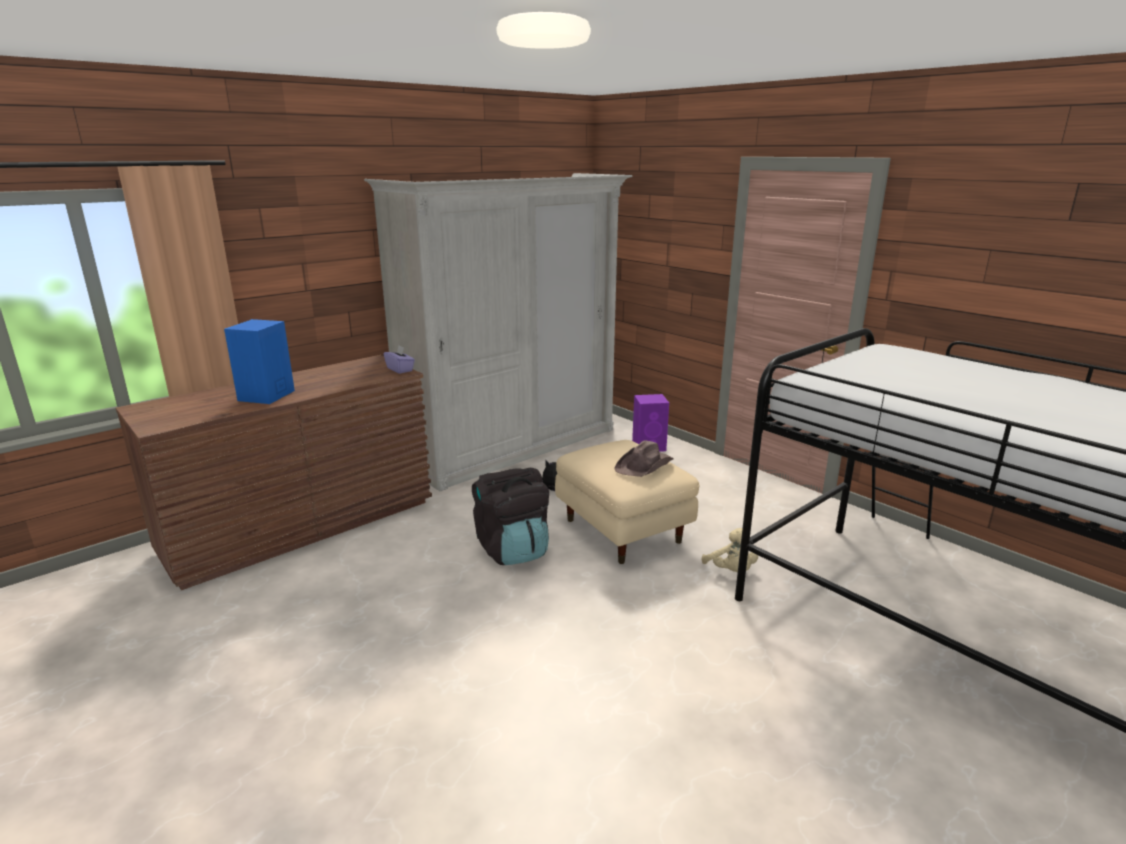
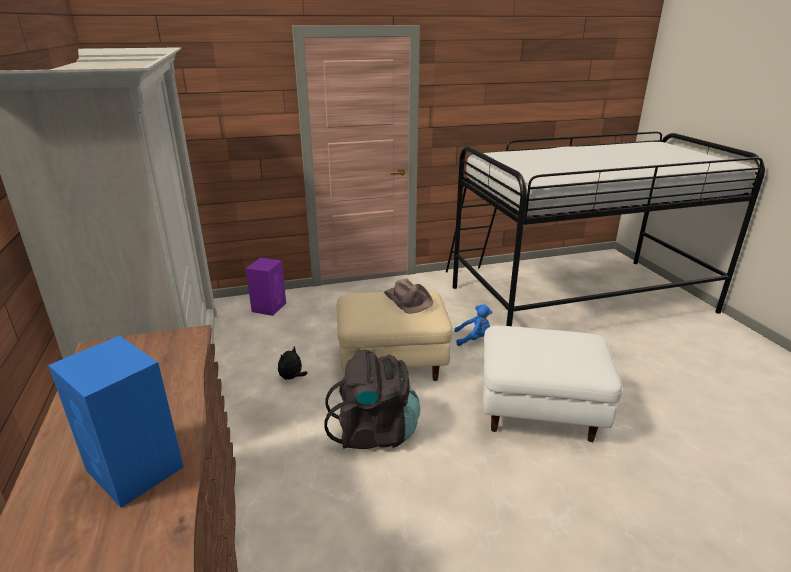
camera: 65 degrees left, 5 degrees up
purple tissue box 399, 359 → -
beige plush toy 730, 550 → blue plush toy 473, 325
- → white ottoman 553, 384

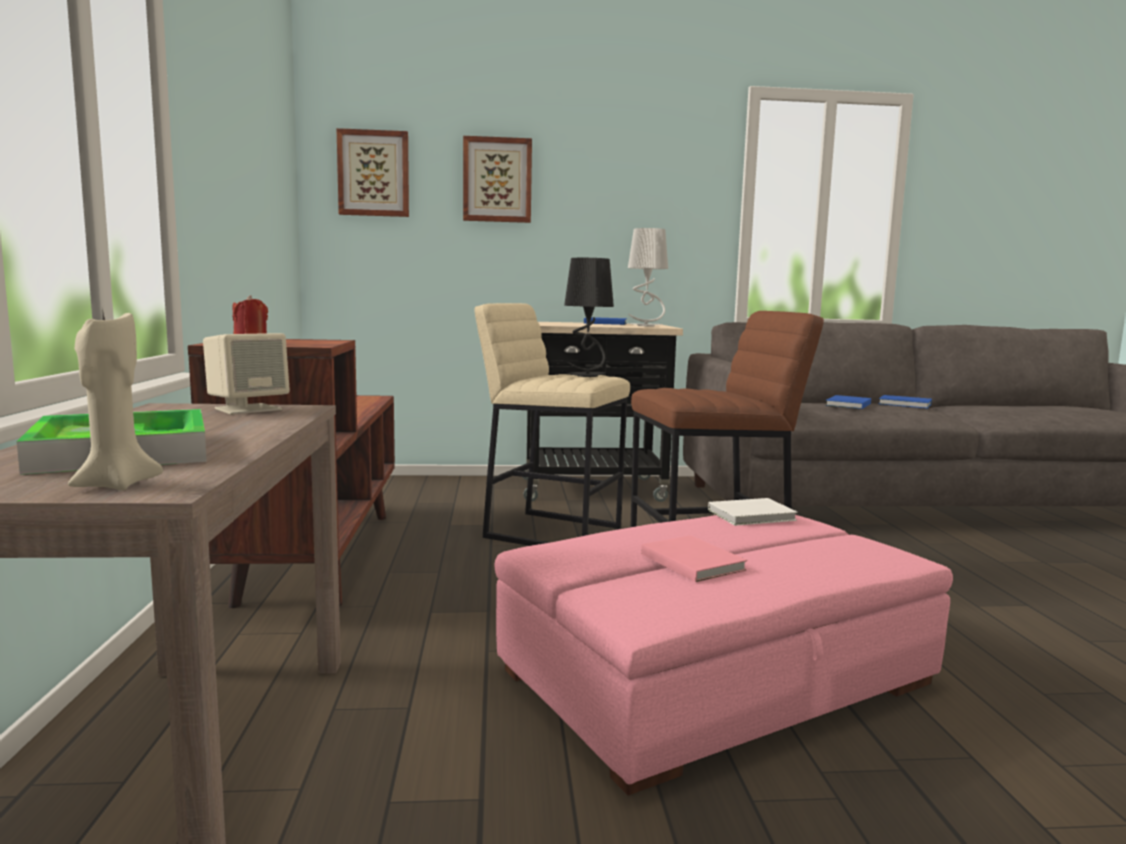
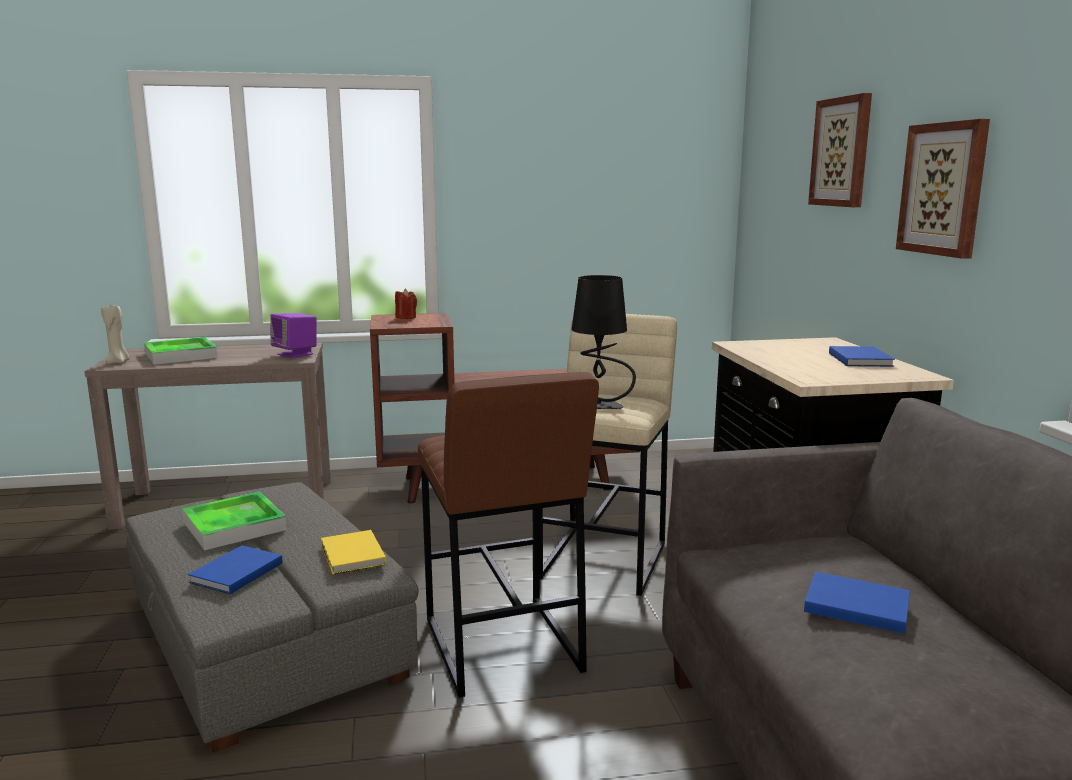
camera: 85 degrees right, 5 degrees up
picture 372, 172 → picture 943, 189, moved
grey table lamp 648, 277 → -
beige speaker 246, 374 → purple speaker 293, 335
blue book 905, 401 → blue book 235, 569, moved
white book 753, 512 → yellow book 353, 552
pink ottoman 724, 655 → grey ottoman 272, 617
pink book 694, 558 → tray 234, 521

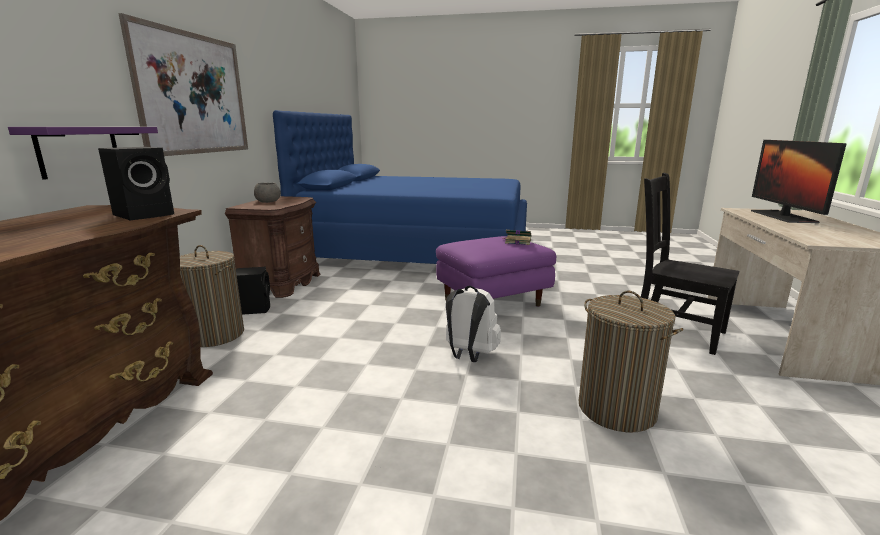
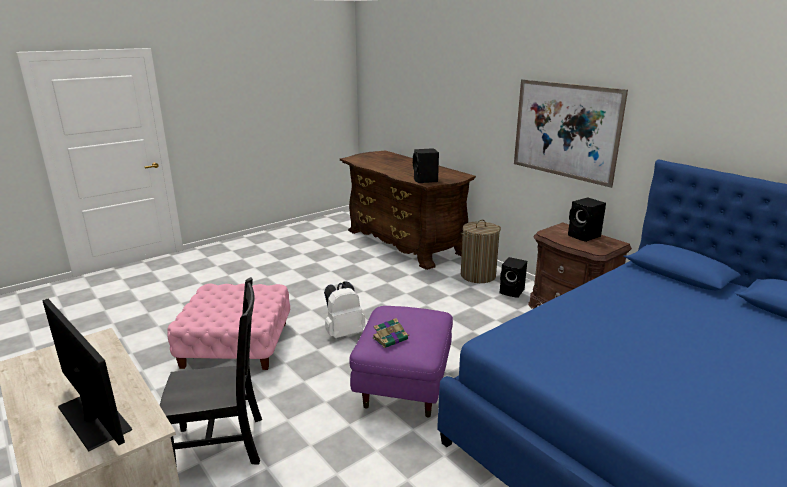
camera: 130 degrees right, 5 degrees up
purple shelf 83, 153 → -
grey bowl 267, 193 → black speaker 587, 219
laundry basket 631, 361 → pink ottoman 228, 326

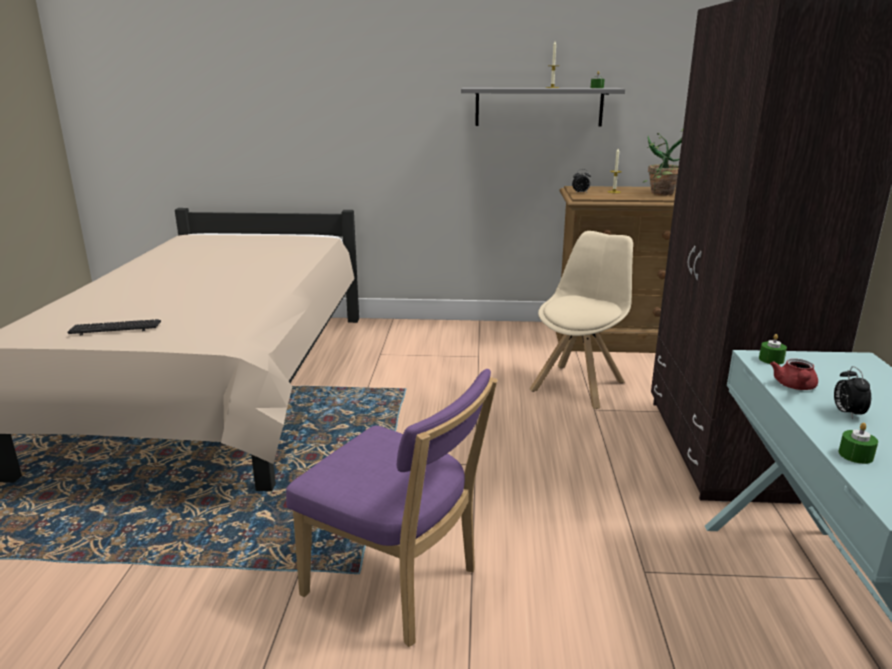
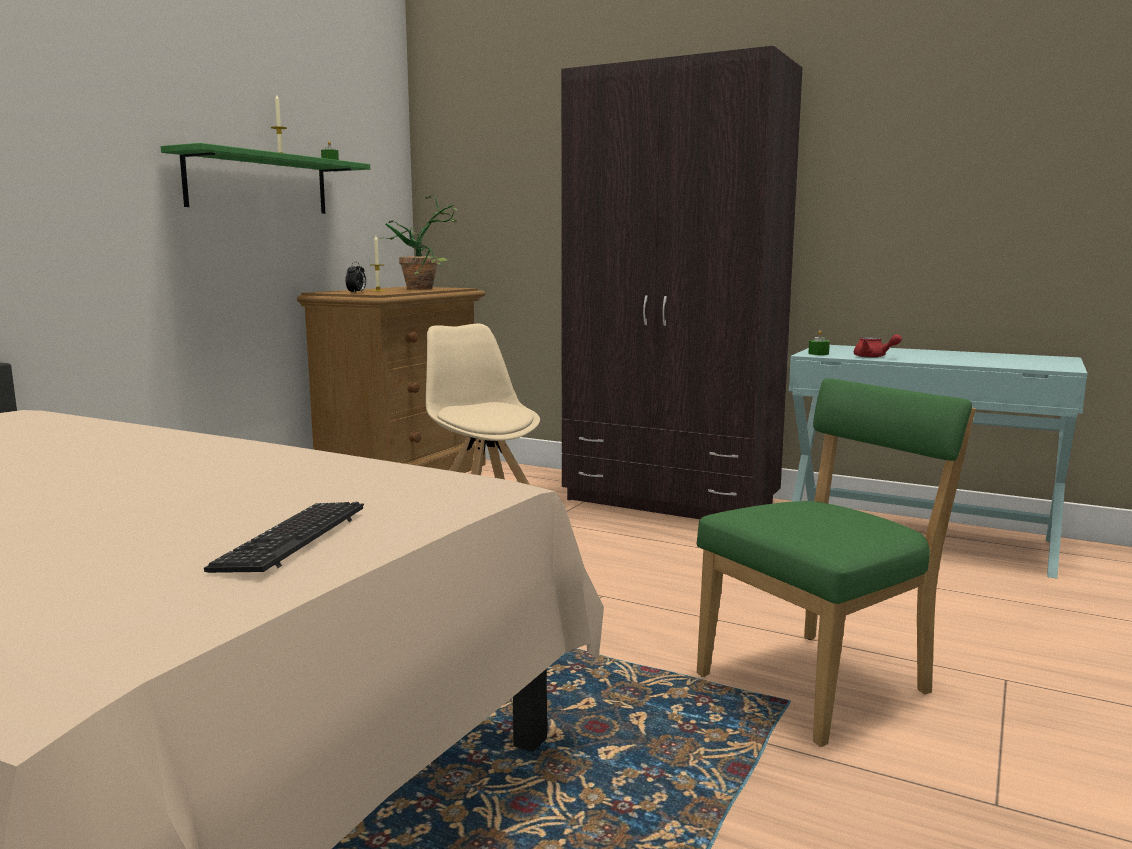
camera: 65 degrees left, 10 degrees down
grey shelf 543, 107 → green shelf 265, 178
alarm clock 852, 393 → -
purple chair 392, 508 → green chair 836, 562
green candle 858, 443 → -

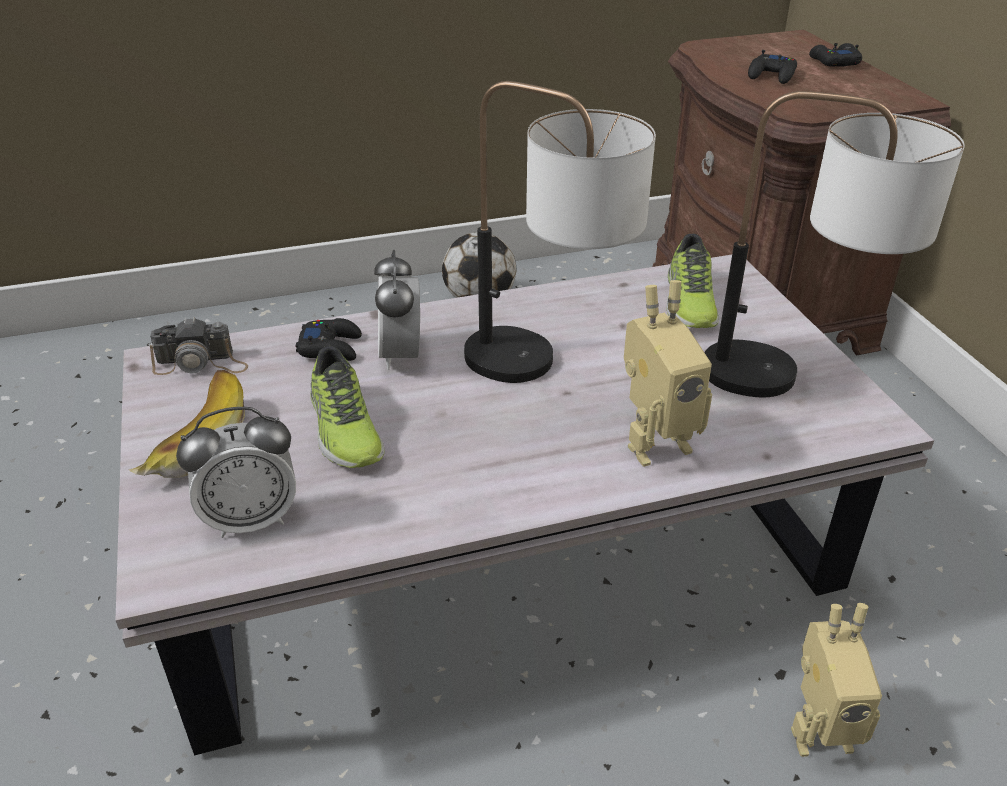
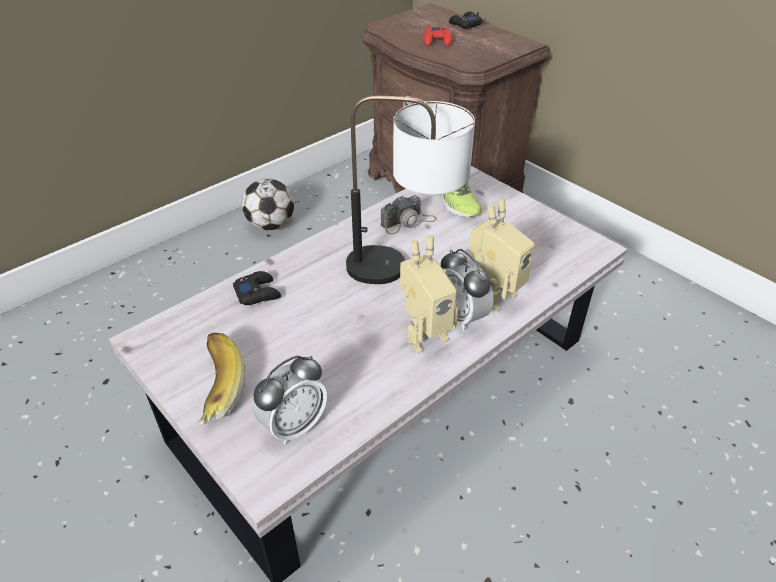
camera: 25 degrees left, 5 degrees up
black game controller 772, 67 → red game controller 438, 35
table lamp 834, 244 → -
alarm clock 397, 310 → alarm clock 467, 290, moved
photo camera 198, 346 → photo camera 409, 214, moved
shoe 347, 407 → -
toy robot 836, 680 → toy robot 429, 294, moved

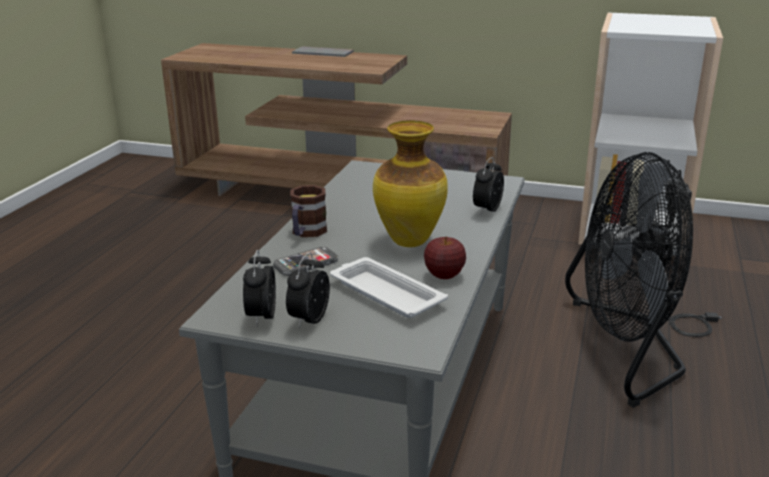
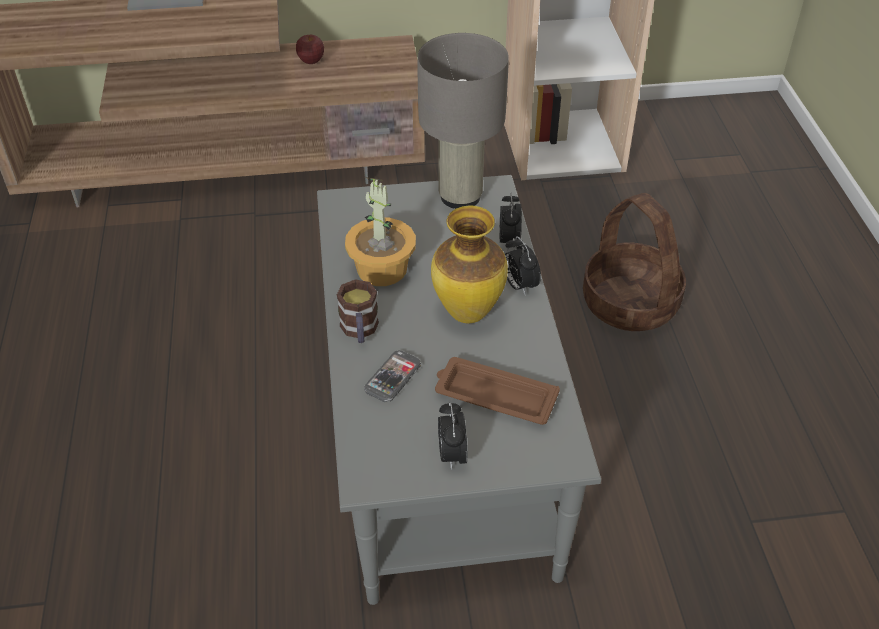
camera: 25 degrees left, 20 degrees up
black fan 643, 280 → basket 634, 262
apple 445, 258 → apple 310, 49, moved
alarm clock 259, 288 → alarm clock 523, 266, moved
white tray 389, 287 → brown tray 497, 391
- → grey table lamp 463, 121
- → potted plant 380, 231

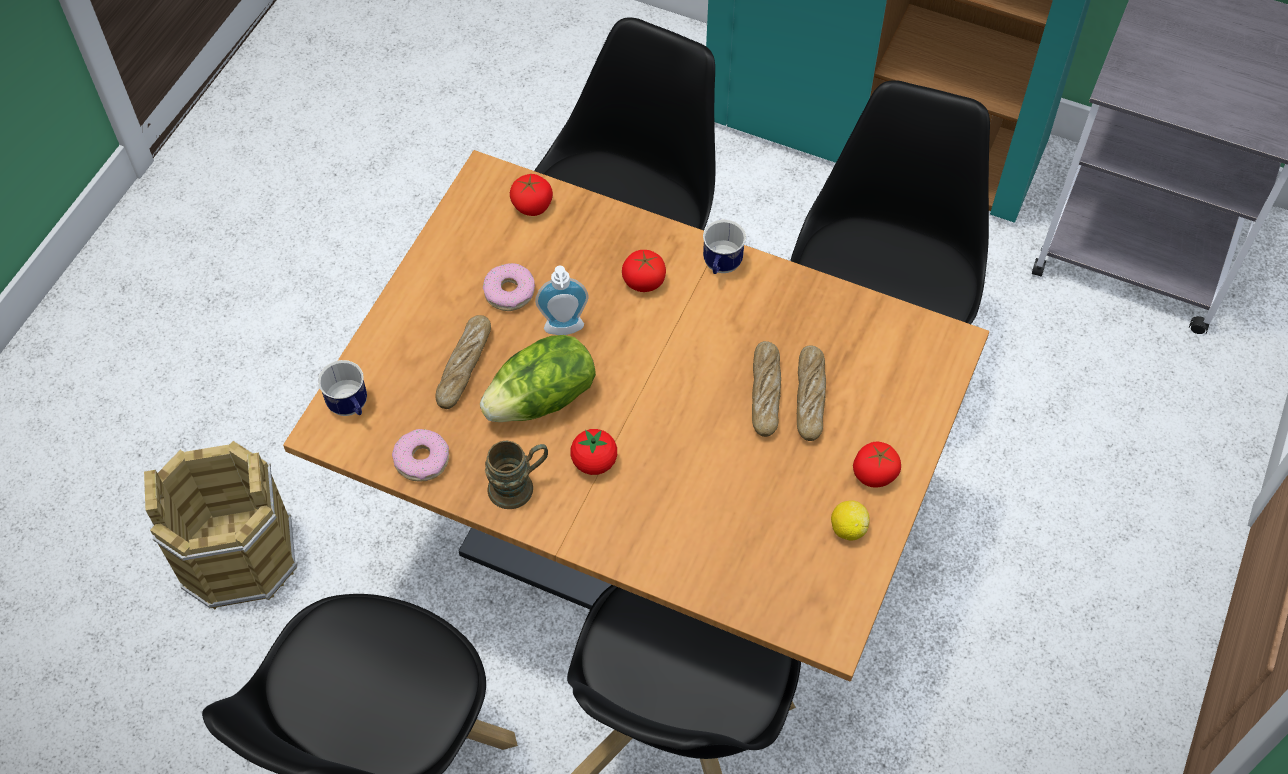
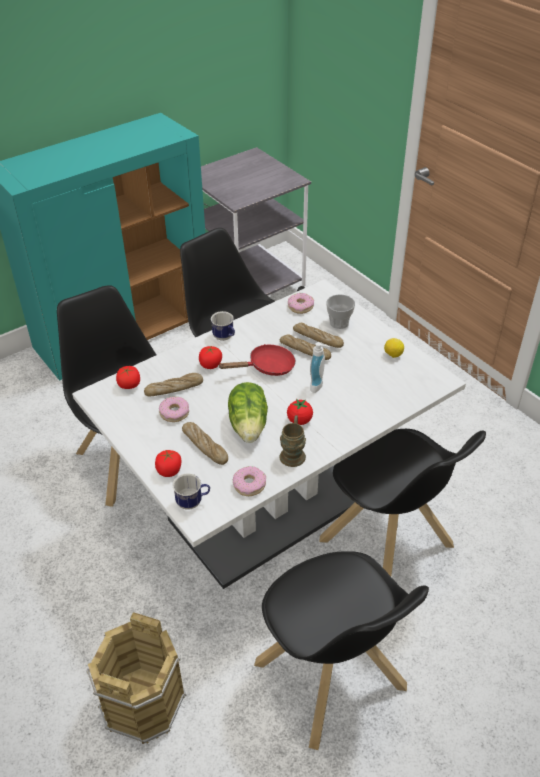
camera: 60 degrees left, 15 degrees down
brown dining table 636, 416 → white dining table 269, 434
soap dispenser 562, 300 → soap dispenser 320, 367, moved
tomato 877, 464 → tomato 168, 463, moved
- → donut 301, 303
- → cup 340, 311
- → red frying pan 257, 360
- → bread 173, 385

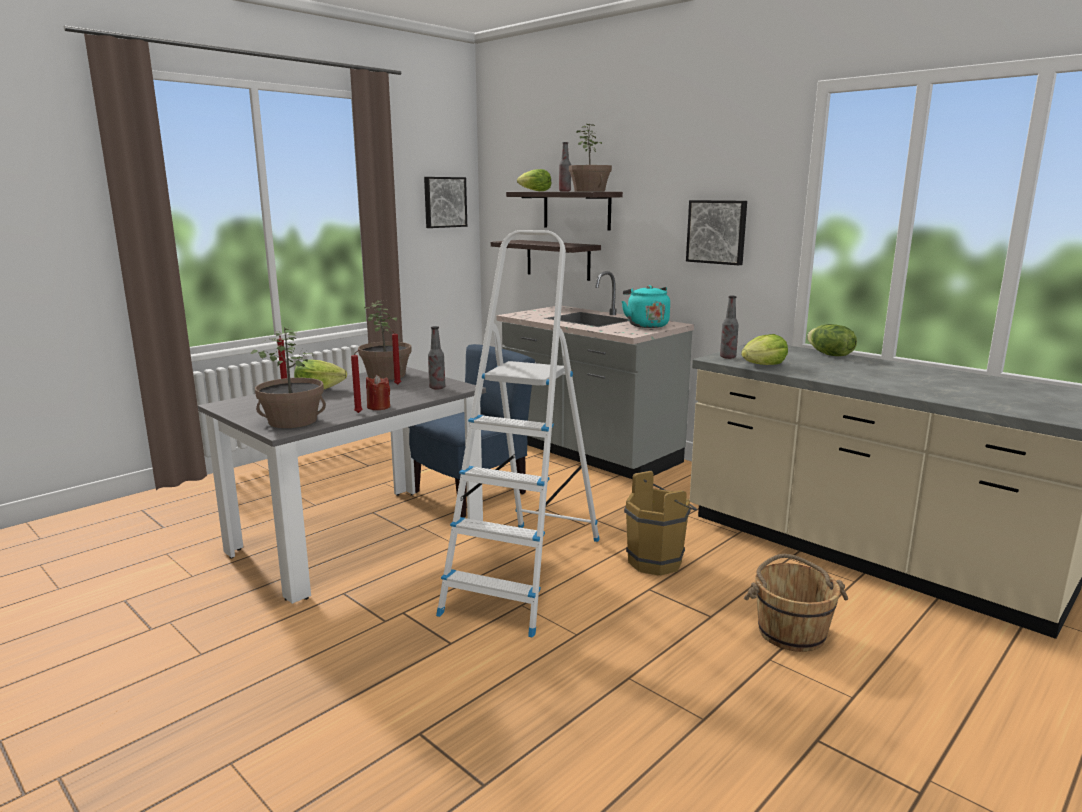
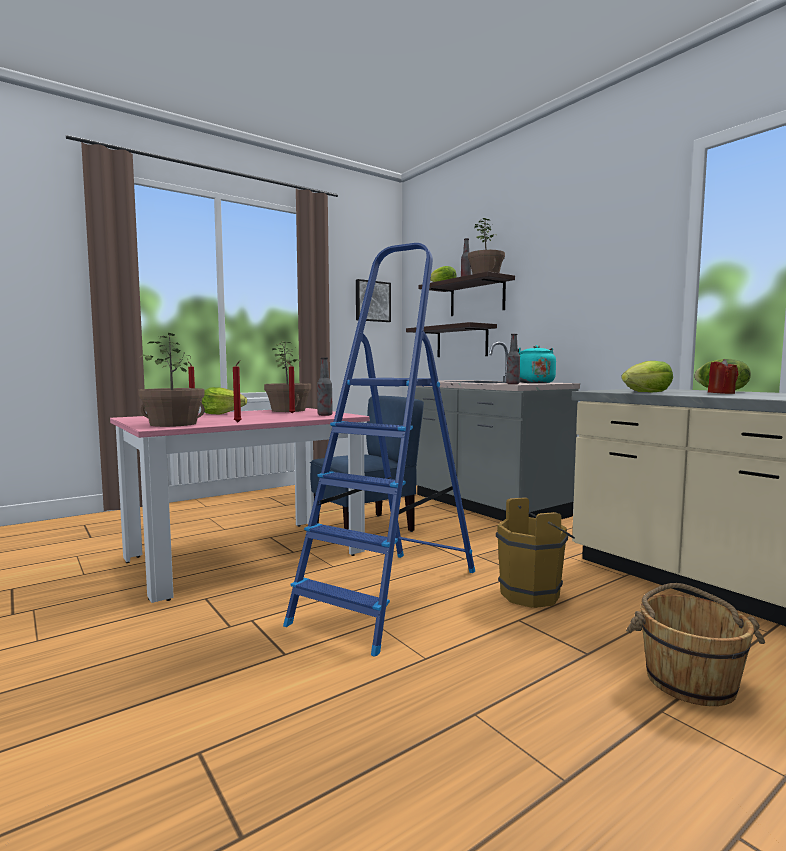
camera: 10 degrees right, 10 degrees down
picture 716, 232 → -
white step ladder 518, 433 → blue step ladder 379, 450
bottle 729, 327 → bottle 513, 359, moved
grey dining table 342, 485 → pink dining table 240, 505
red candle 378, 392 → red candle 723, 376, moved

